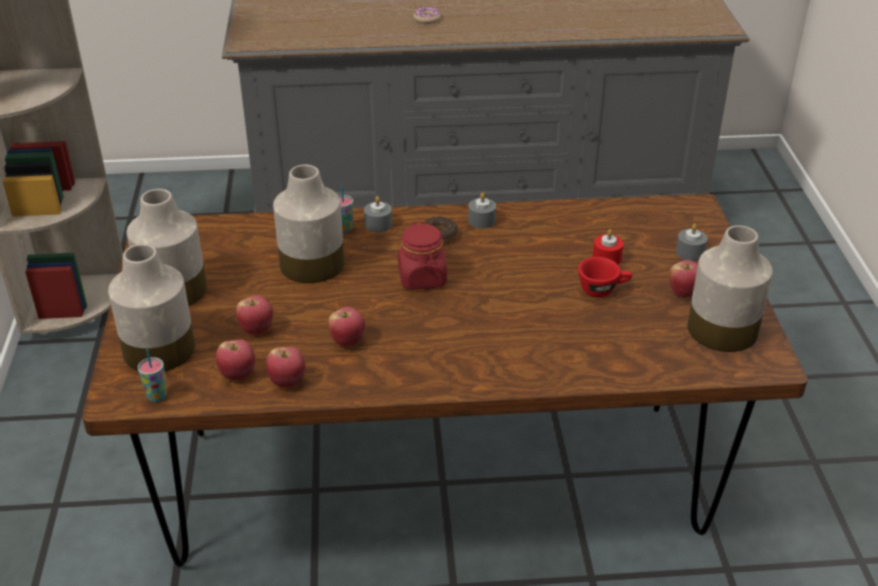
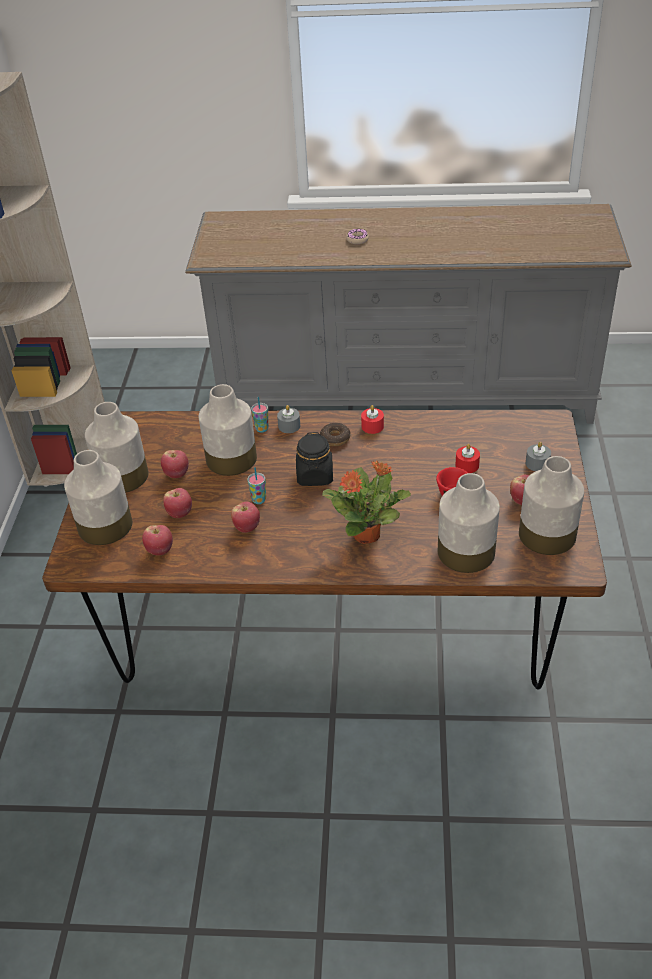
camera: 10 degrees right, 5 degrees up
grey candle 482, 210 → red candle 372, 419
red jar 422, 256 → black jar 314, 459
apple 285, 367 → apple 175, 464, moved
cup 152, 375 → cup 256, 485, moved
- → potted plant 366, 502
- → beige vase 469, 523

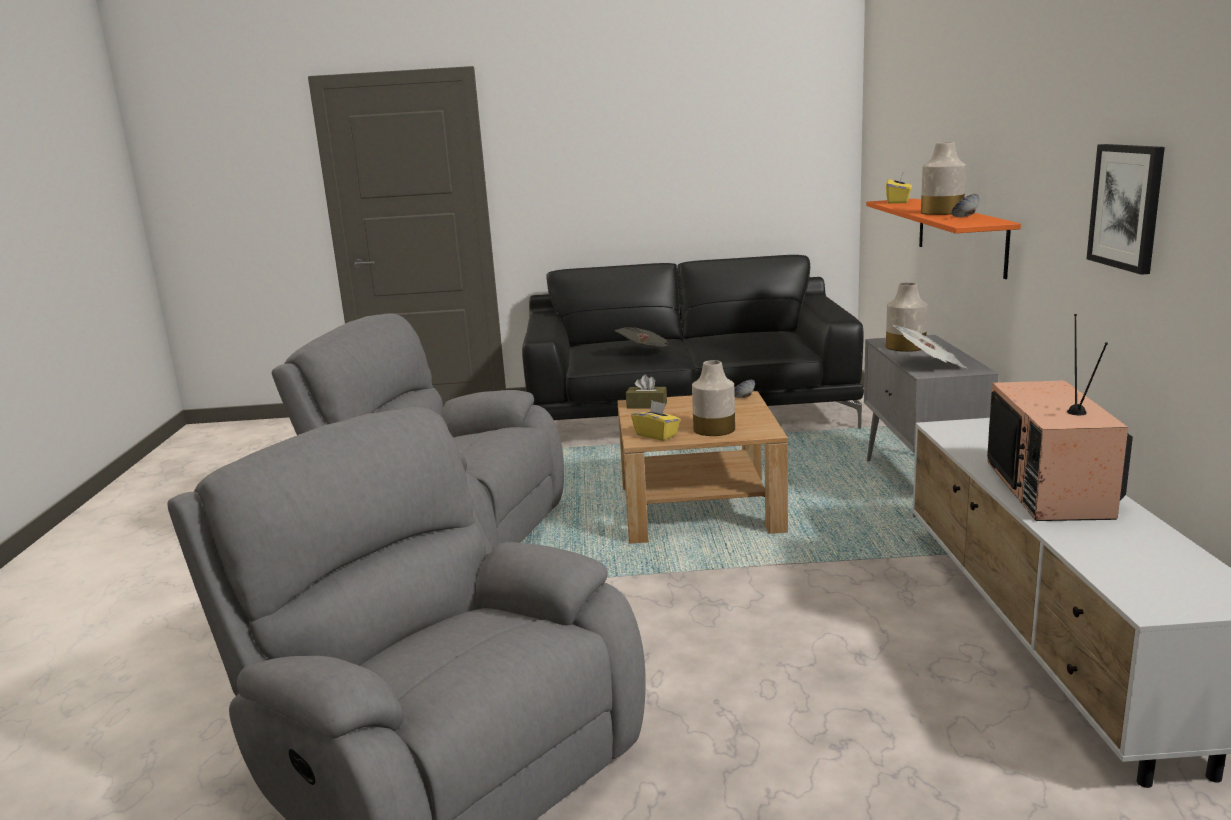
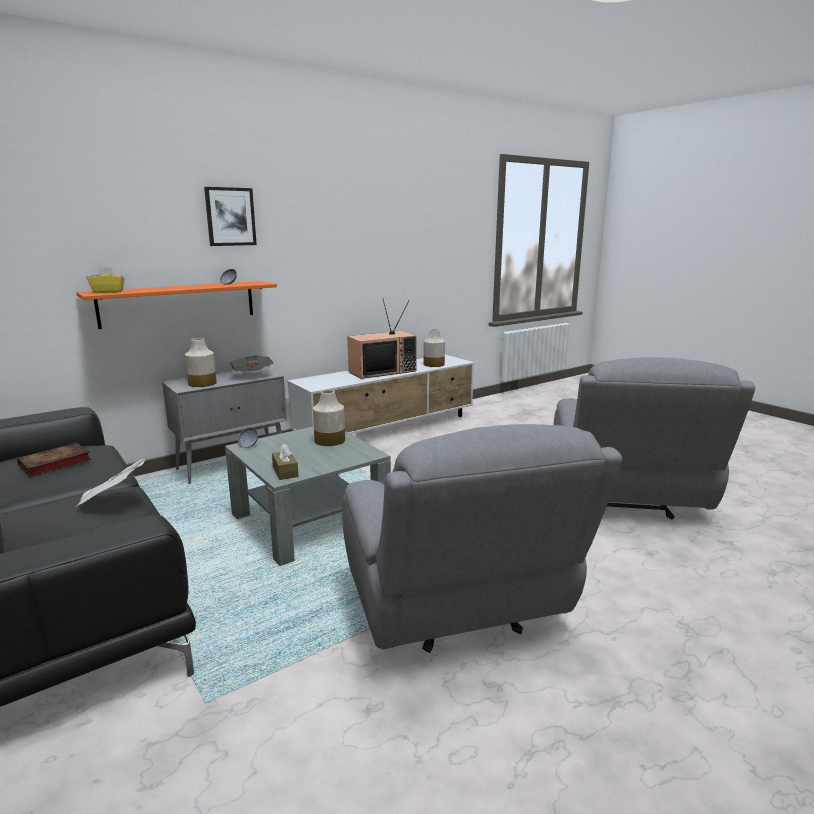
camera: 125 degrees left, 0 degrees up
beige vase 943, 178 → beige vase 434, 348, moved
picture 1126, 209 → picture 230, 216, moved
brown coffee table 703, 467 → grey coffee table 308, 496
yellow tissue box 656, 421 → -
- → book 54, 460

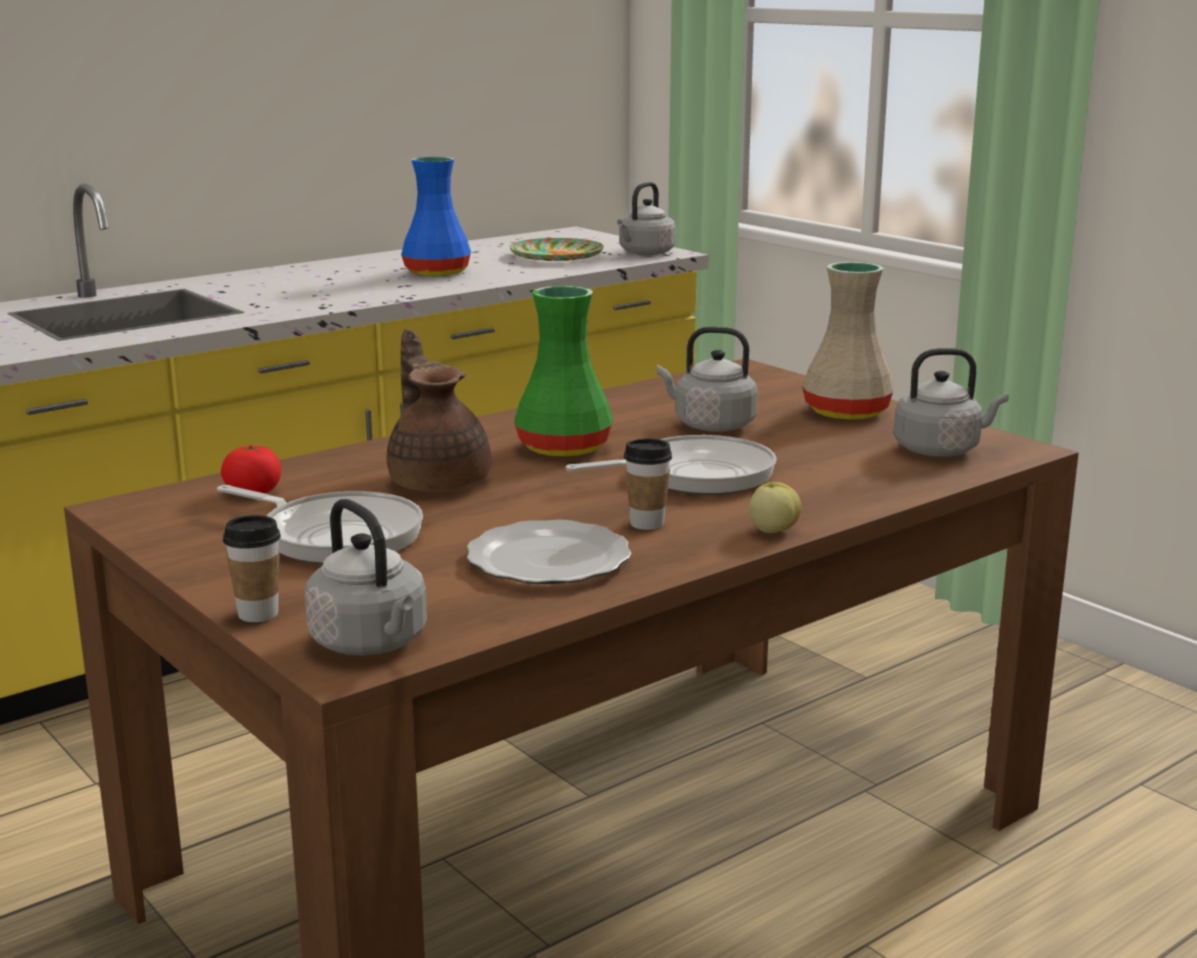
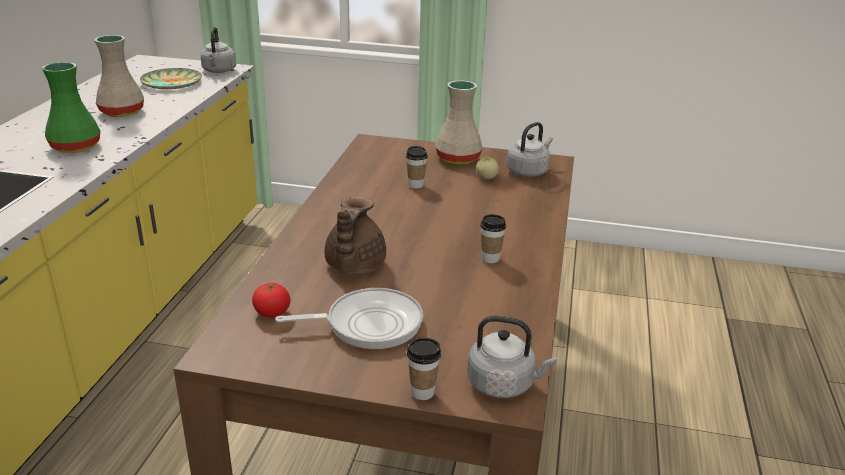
camera: 40 degrees left, 10 degrees up
blue vase 436, 216 → beige vase 119, 76
green vase 563, 371 → green vase 71, 107, moved
grey kettle 707, 379 → cup 417, 167
brown teapot 439, 410 → brown teapot 355, 235, 105 degrees counterclockwise
frying pan 671, 465 → -
apple 775, 507 → apple 487, 168, moved
plate 549, 552 → -

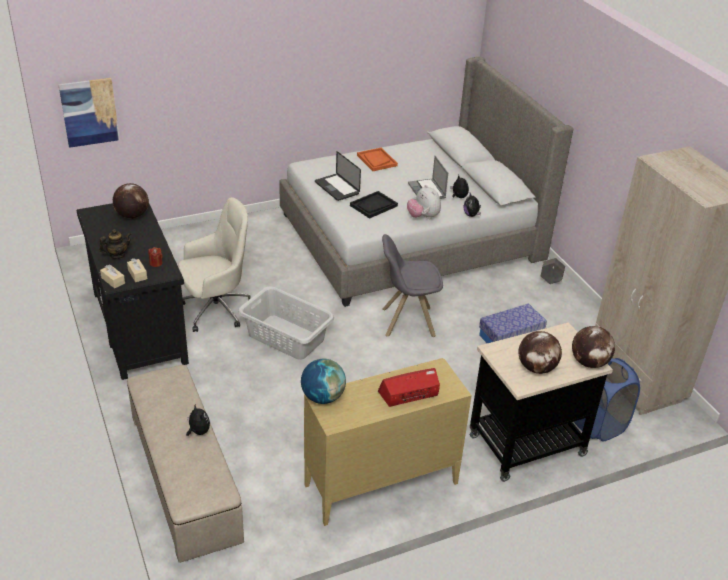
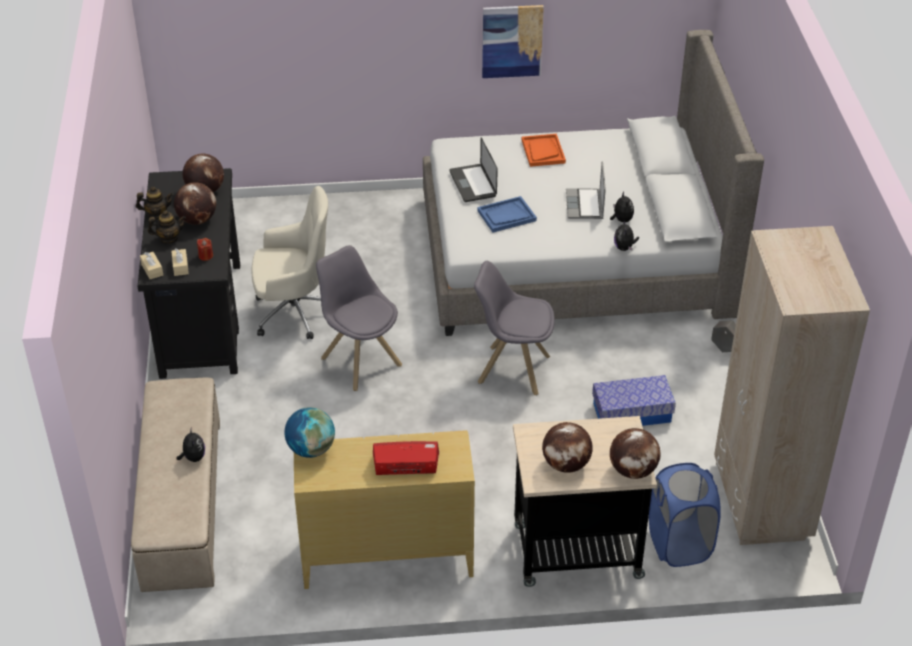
camera: 20 degrees right, 5 degrees up
picture 89, 113 → picture 513, 41, moved
plush toy 424, 202 → -
black tray 374, 205 → blue tray 507, 214
grey laundry basket 286, 323 → grey chair 359, 318
- → globe 195, 203
- → teapot 154, 203

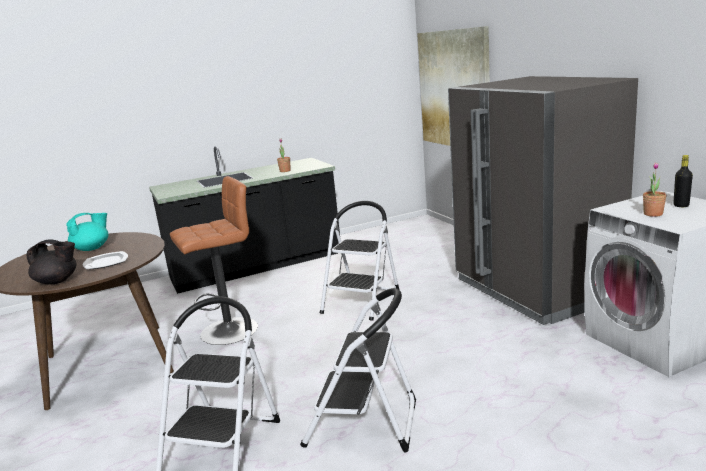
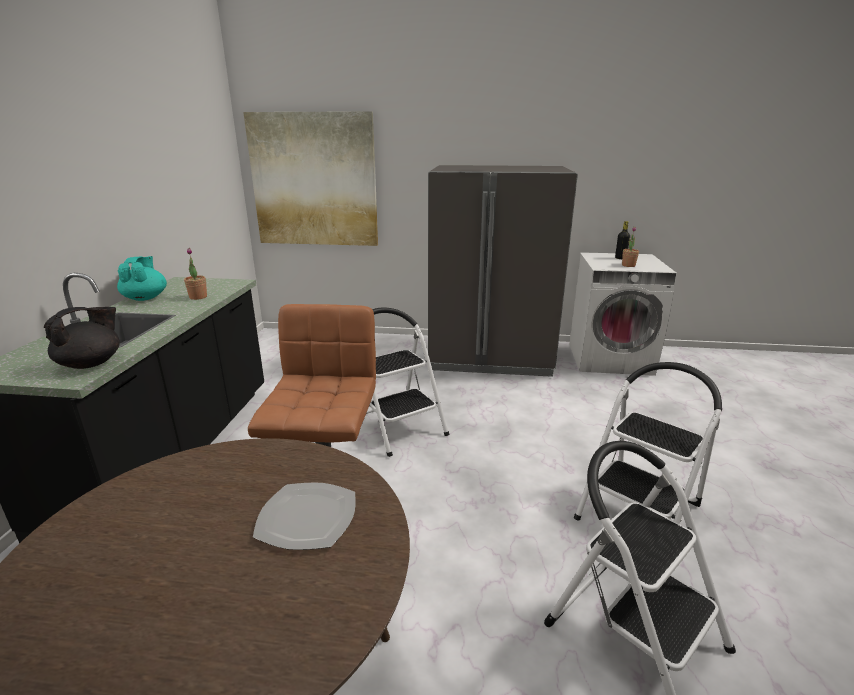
camera: 60 degrees left, 5 degrees up
turquoise teapot 87, 232 → turquoise teapot 142, 278, moved
black teapot 51, 261 → black teapot 82, 338, moved

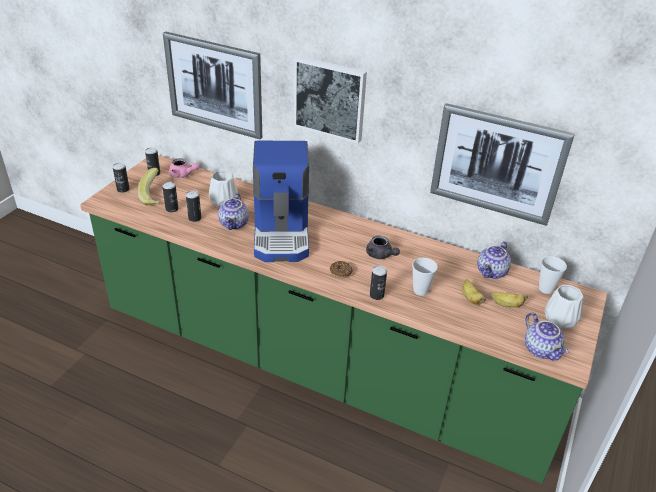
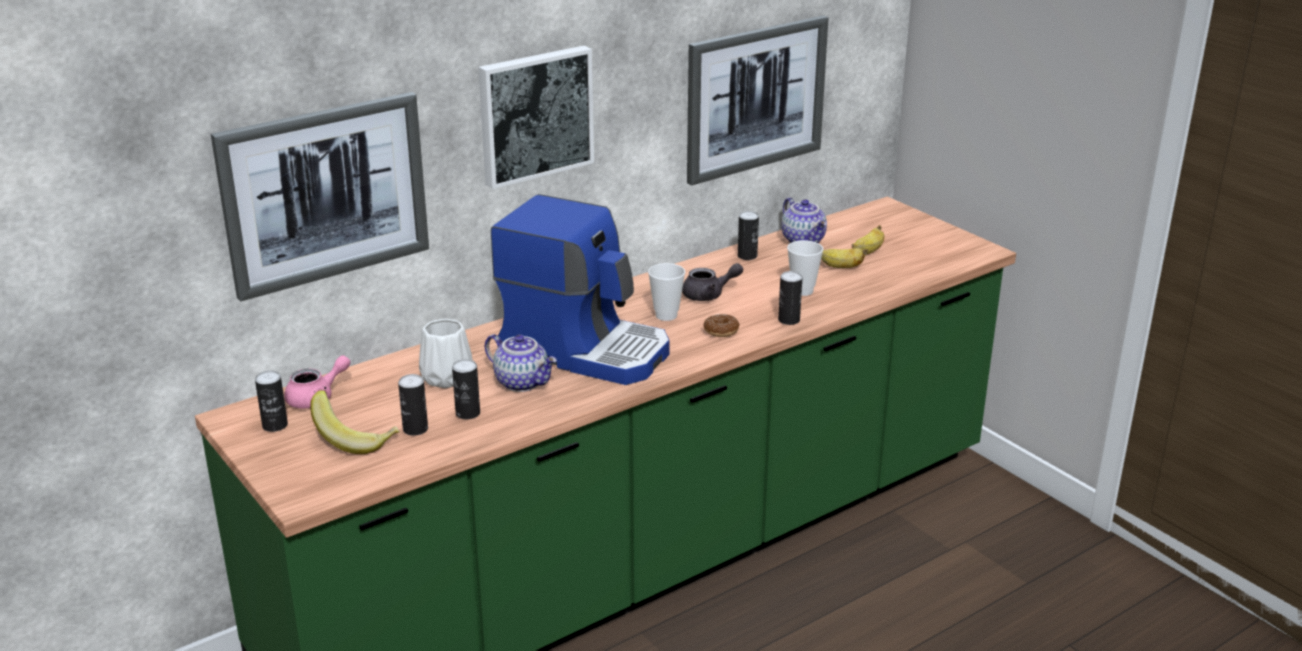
camera: 60 degrees left, 10 degrees down
can 121, 178 → can 748, 235, moved
cup 553, 275 → cup 666, 292, moved
white vase 564, 307 → -
teapot 547, 337 → -

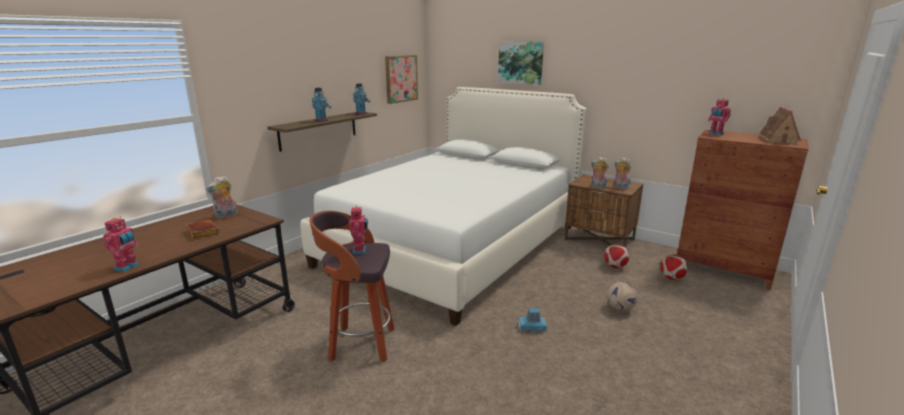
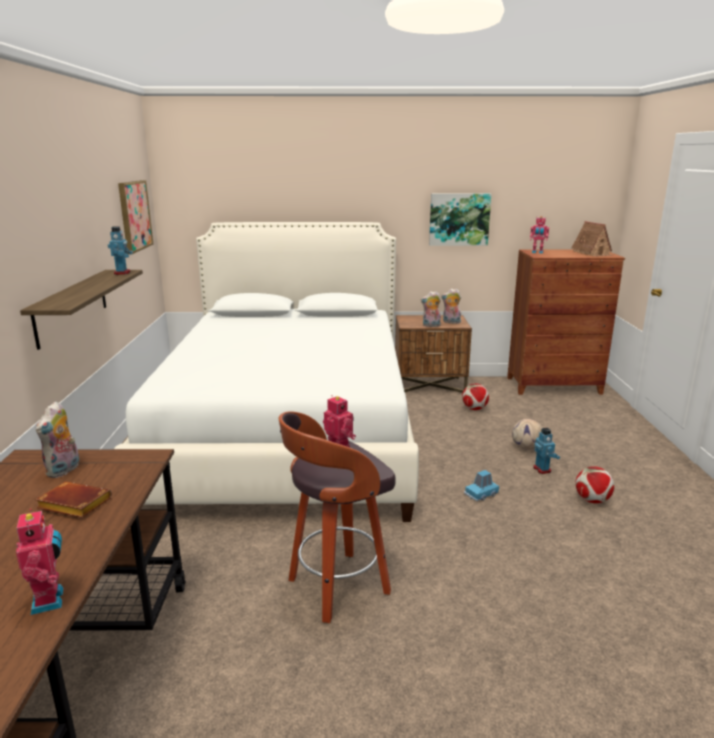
camera: 35 degrees left, 0 degrees up
picture 521, 63 → picture 460, 220, moved
toy robot 321, 105 → toy robot 546, 451, moved
football 674, 267 → football 594, 484, moved

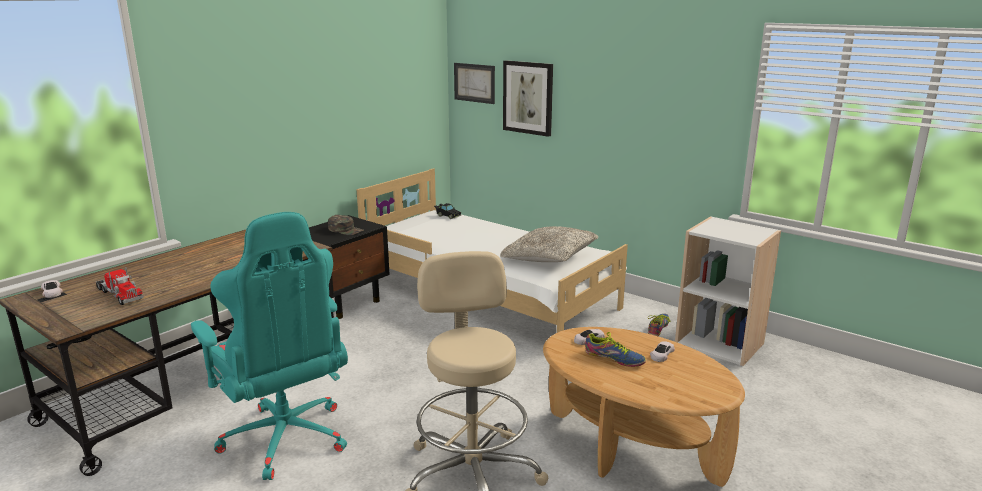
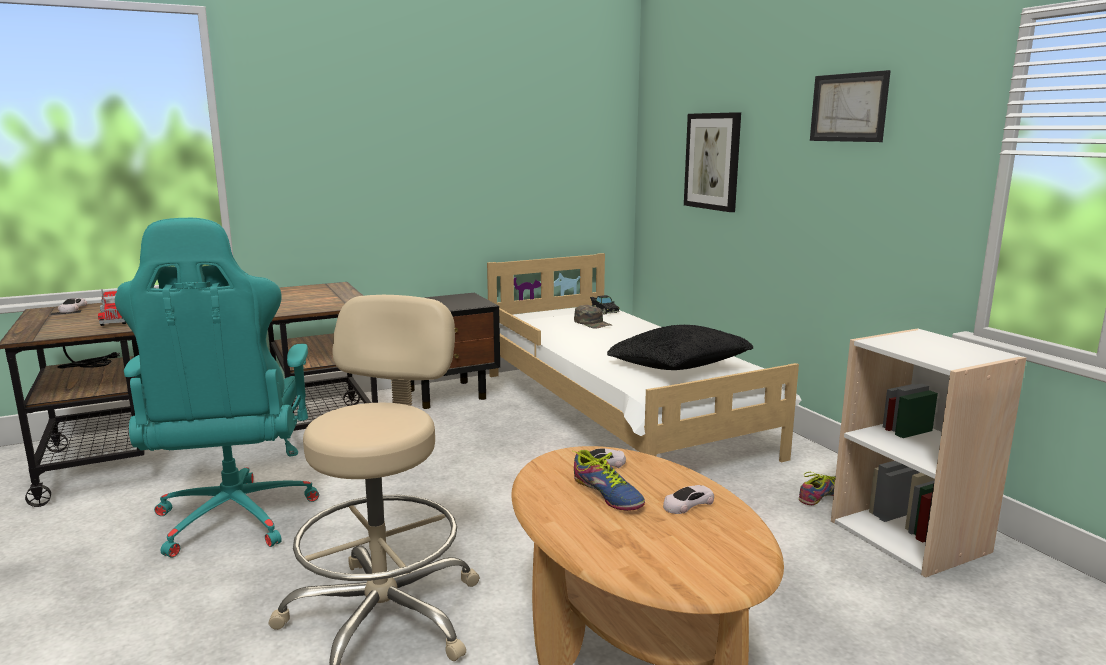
camera: 25 degrees right, 5 degrees down
picture 474, 83 → picture 850, 106, moved
green cap 346, 225 → green cap 593, 316, moved
beige pillow 549, 244 → black pillow 680, 347

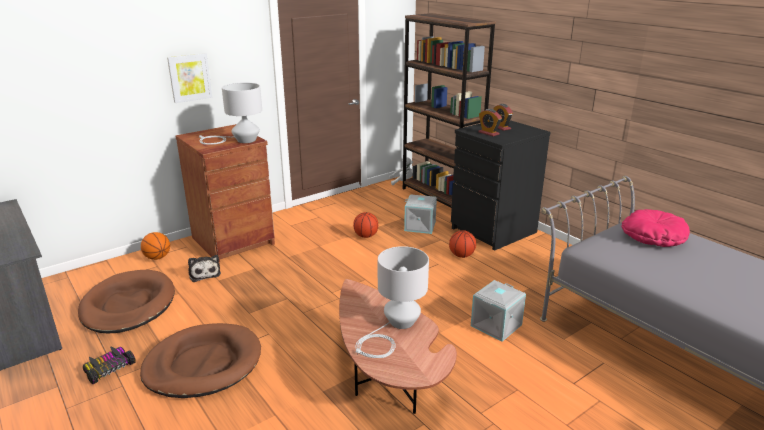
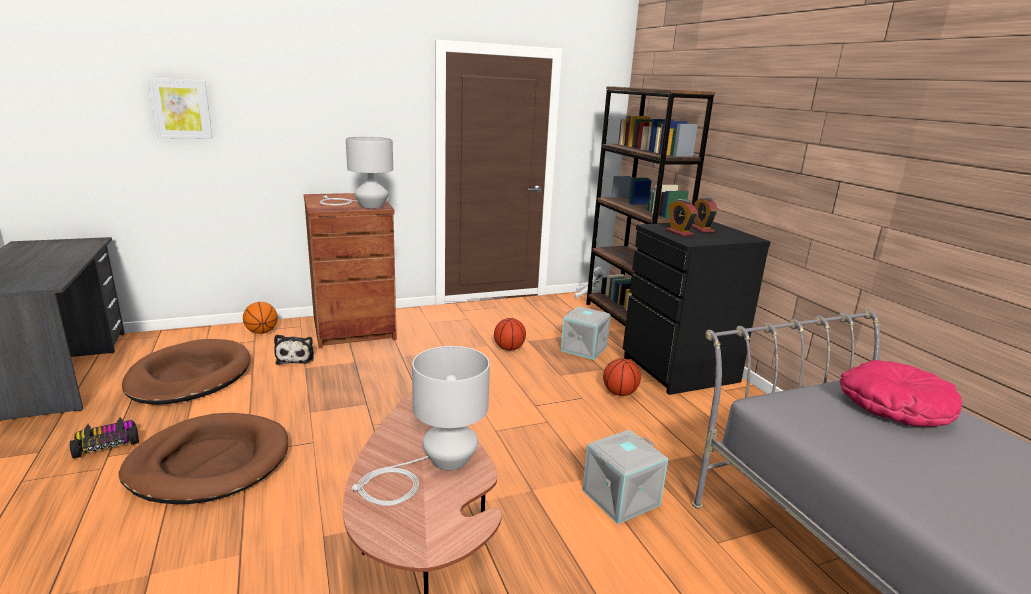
camera: 15 degrees right, 5 degrees down
picture 189, 78 → picture 180, 108, moved

